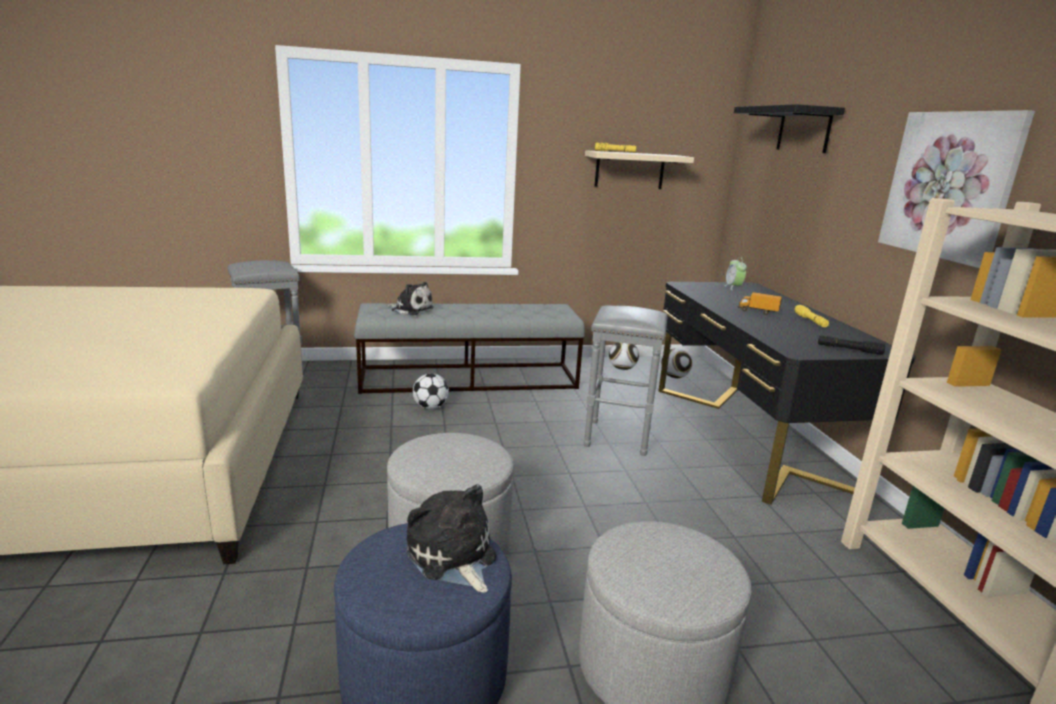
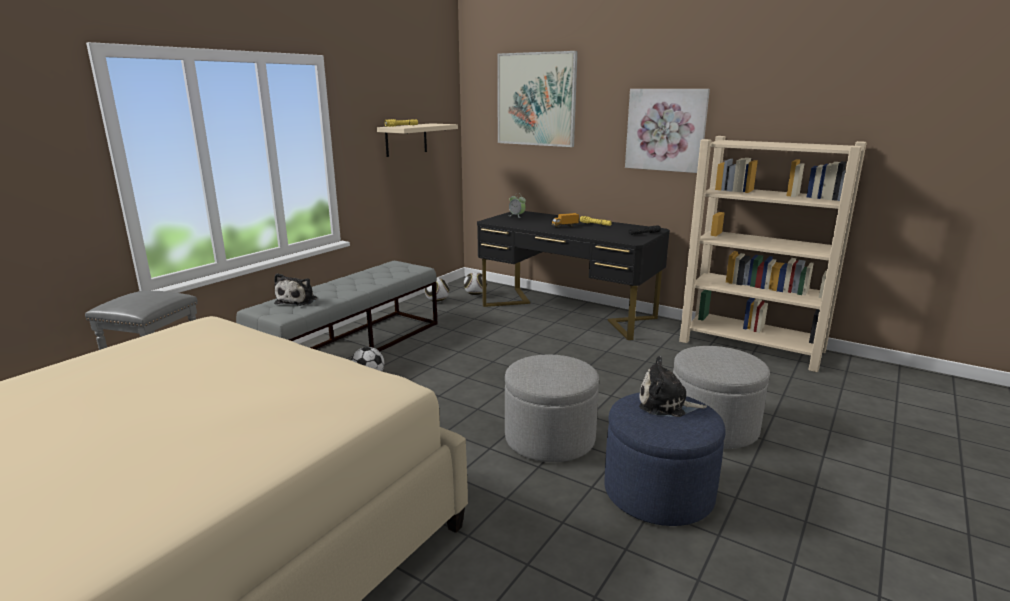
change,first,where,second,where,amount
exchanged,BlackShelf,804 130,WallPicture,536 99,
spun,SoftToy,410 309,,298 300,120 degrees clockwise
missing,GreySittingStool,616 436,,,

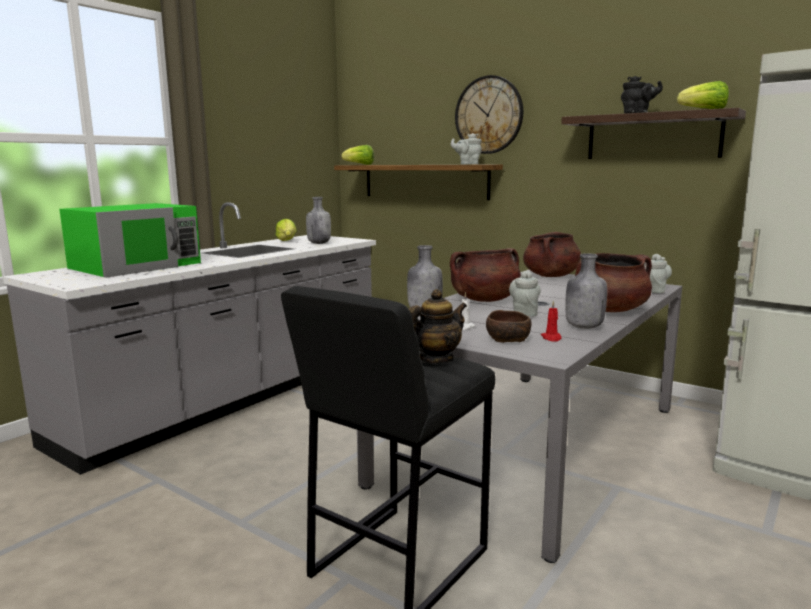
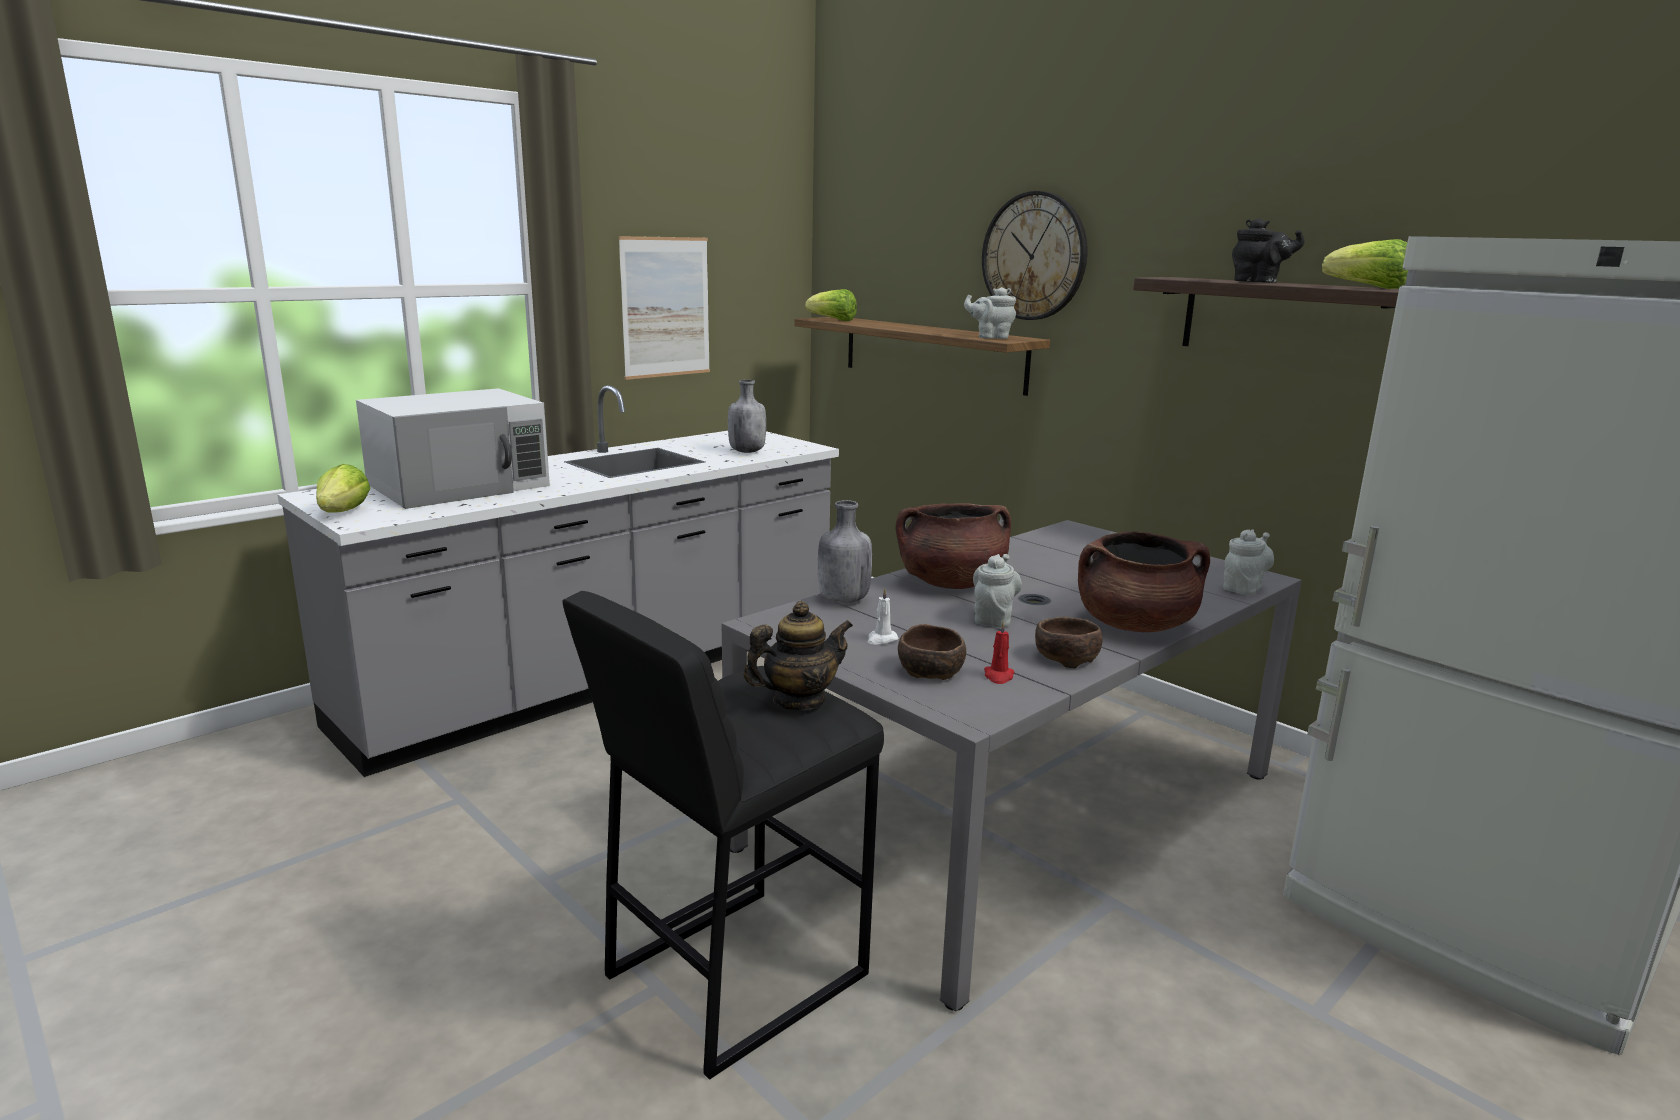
change,first,where,second,where,amount
colour,GreenKitchenMicrowave,137 265,WhiteKitchenMicrowave,460 485,
relocated,Lettuce,287 241,,343 512,
missing,BrownCookingPot,550 276,,,
exchanged,GreyBottle,583 327,BrownServingBowl,1065 658,
appeared,,,WallPicture,665 307,

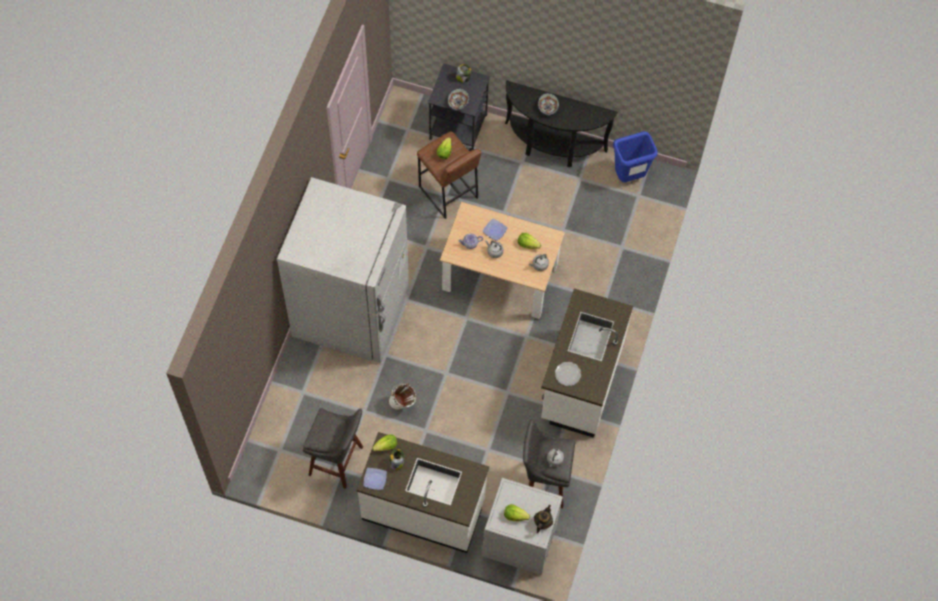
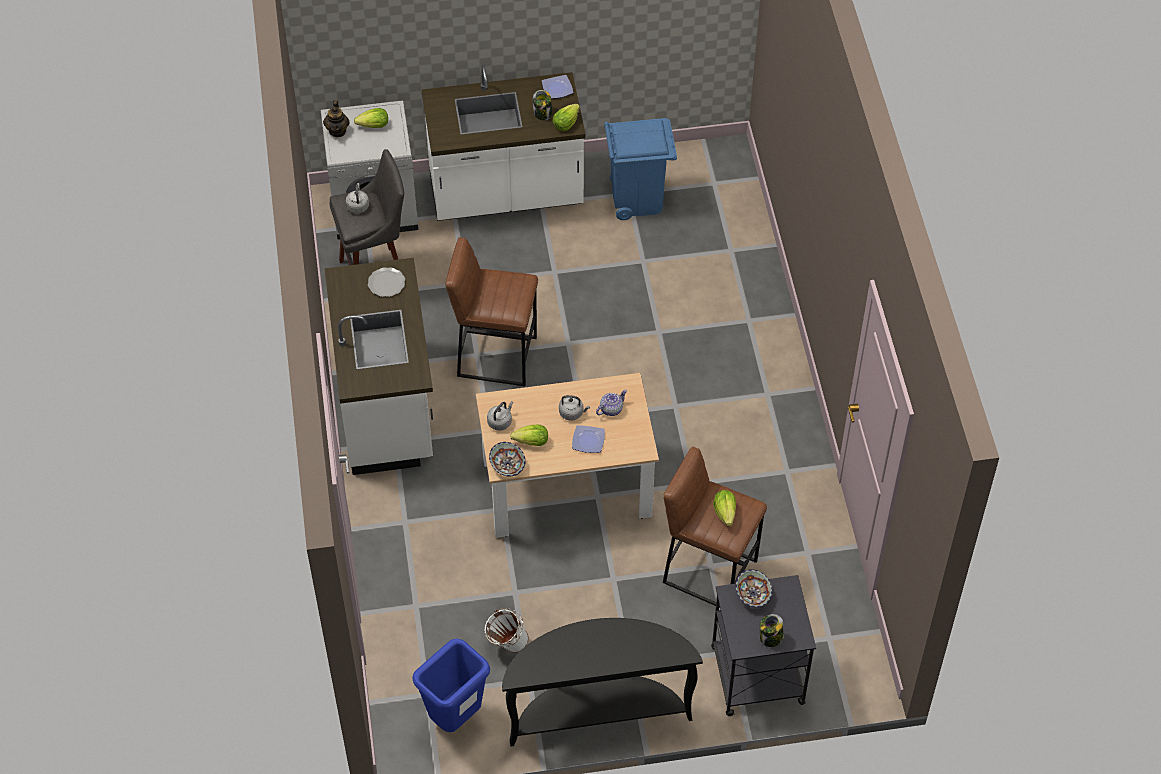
change,first,where,second,where,amount
relocated,ServingBowl,547 107,,508 465,
missing,WhiteKitchenFridge,351 312,,,
relocated,WhiteWaterBucket,403 404,,506 645,
exchanged,GreySittingStool,338 462,BluishRubbishBin,637 198,
appeared,,,BrownSittingStool,495 356,

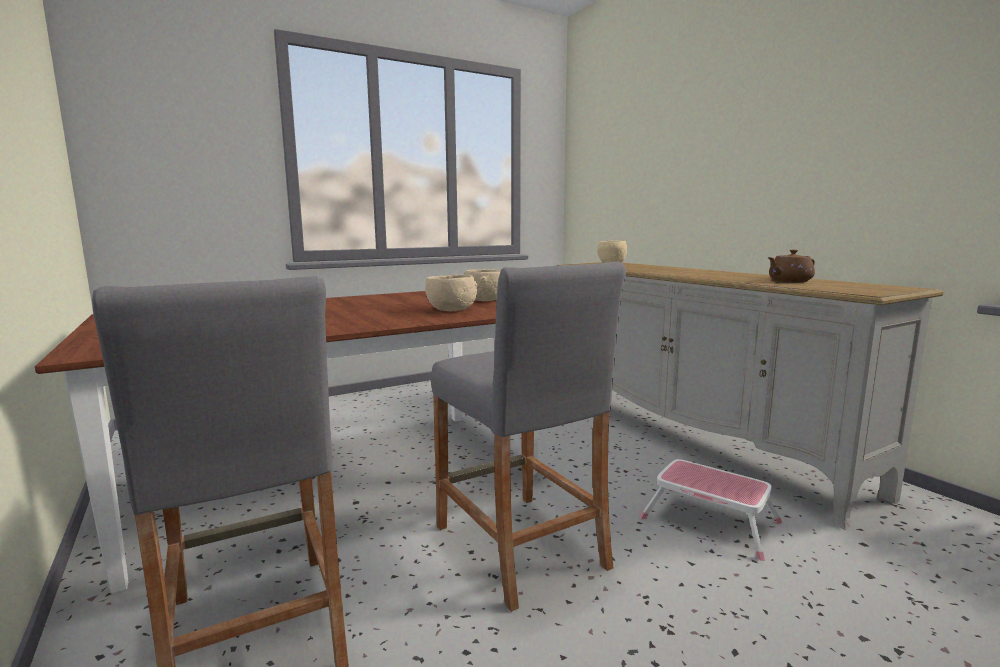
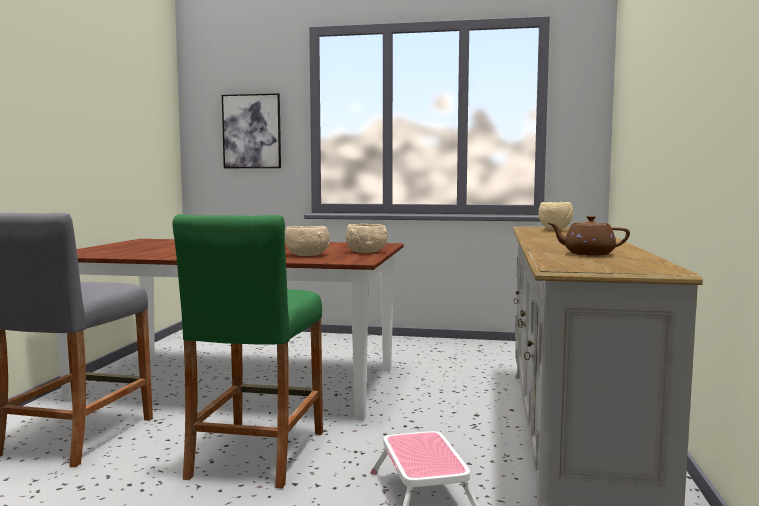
change,first,where,second,where,amount
colour,GreySittingStool,519 546,GreenSittingStool,257 454,
appeared,,,WallPicture,252 131,

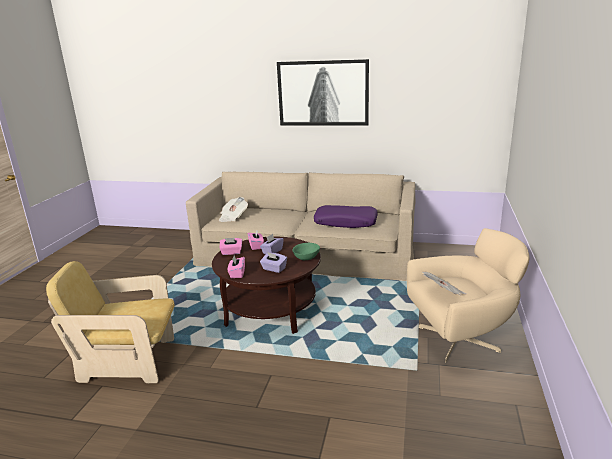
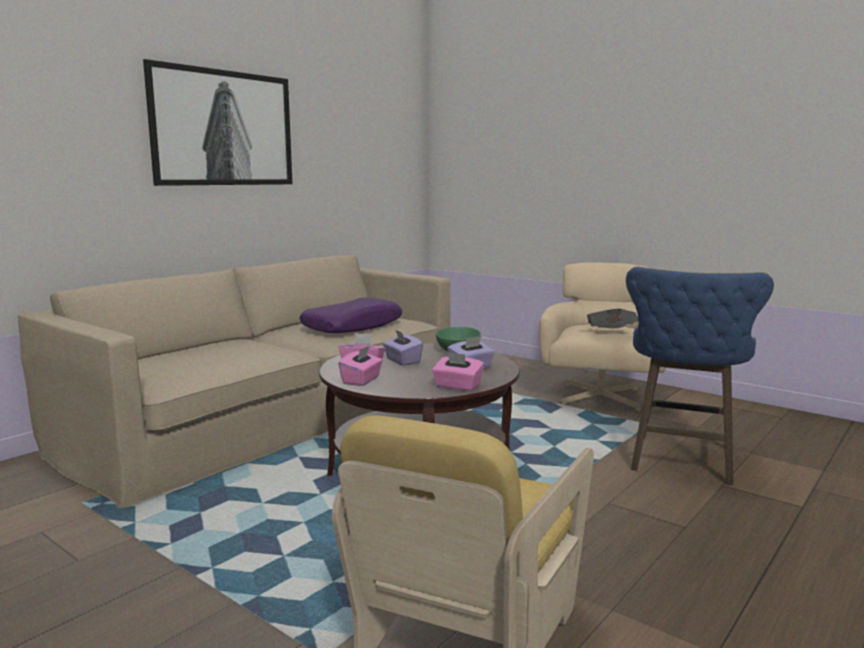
change,first,where,second,where,amount
missing,Newspaper,233 217,,,
appeared,,,BluishSittingStool,682 461,

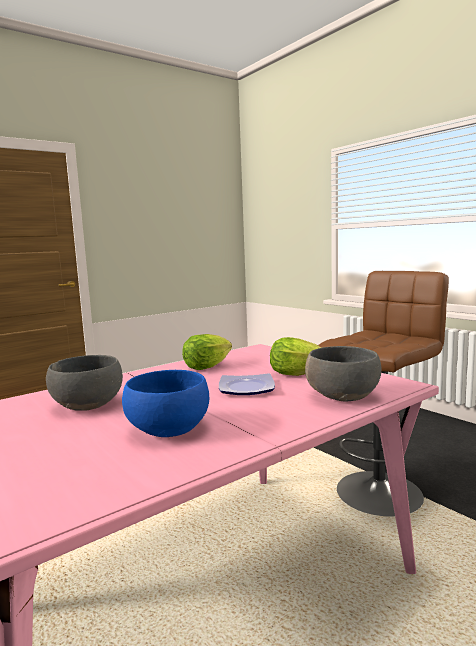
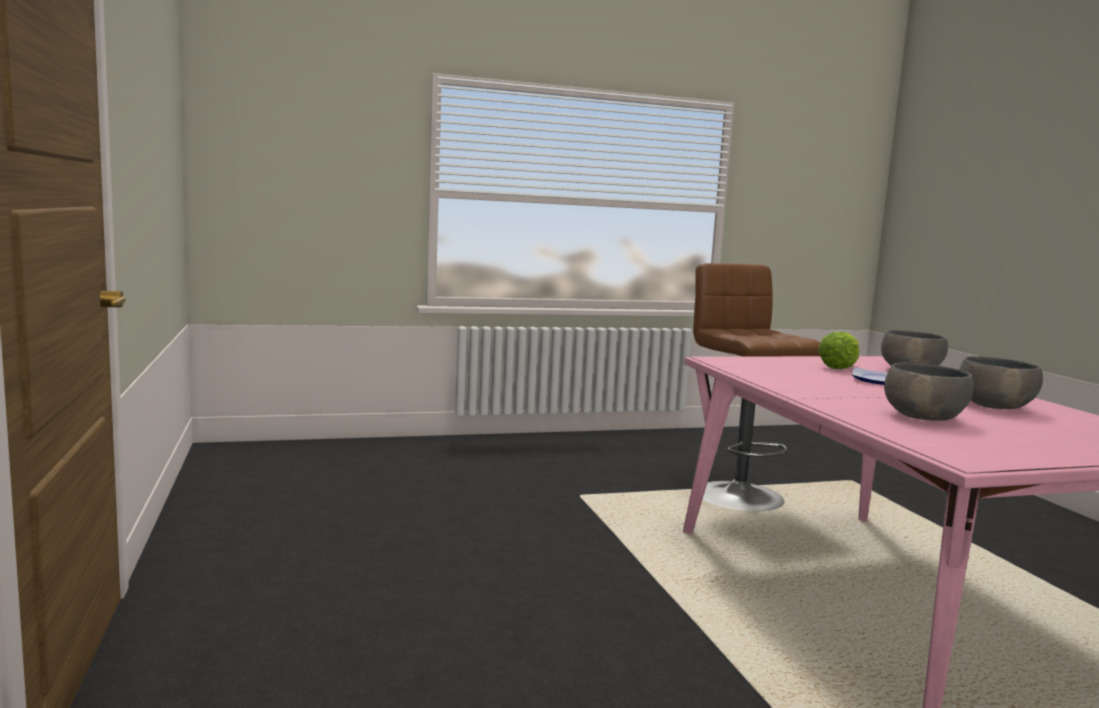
change,first,where,second,where,amount
missing,Lettuce,206 367,,,
colour,BluishServingBowl,168 429,GreyServingBowl,994 406,

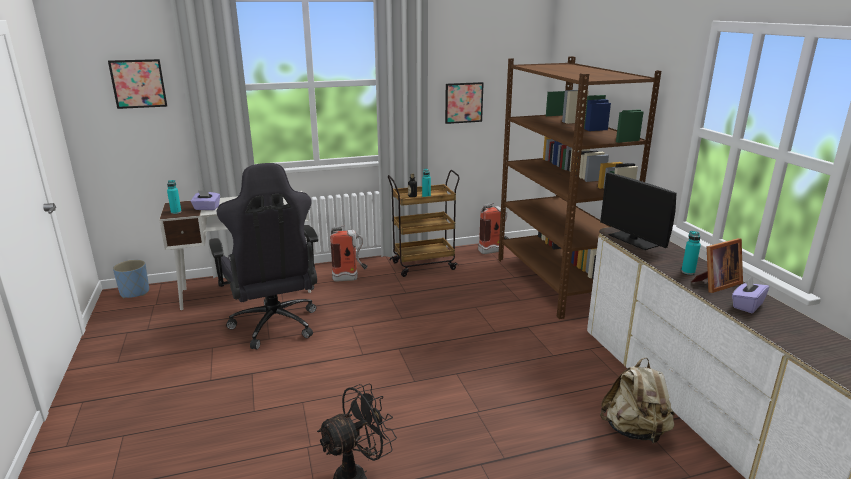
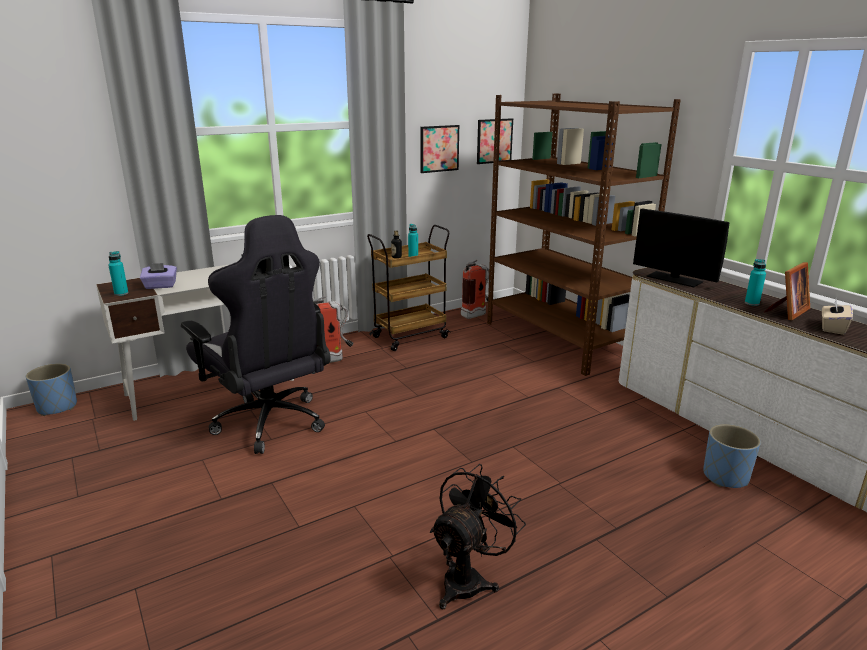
change,first,where,second,where,amount
relocated,WallPicture,138 83,,494 141,
colour,PurpleColouredTissueBox,747 305,BeigeTissueBox,832 328,
exchanged,BeigeRucksack,635 431,BluishPlantPot,725 477,

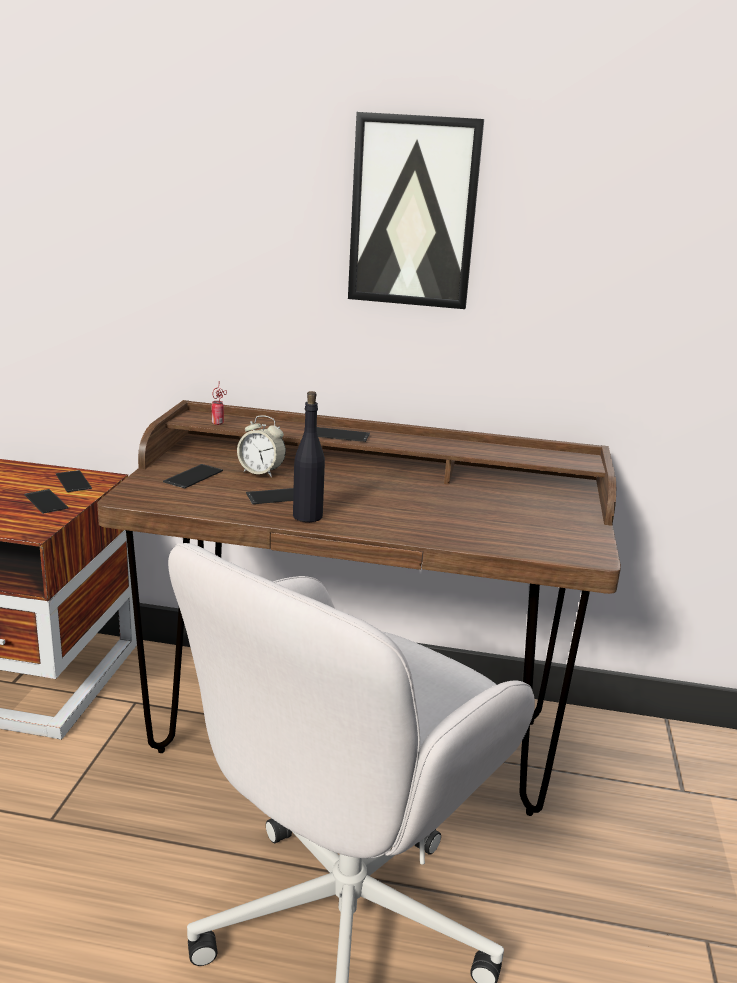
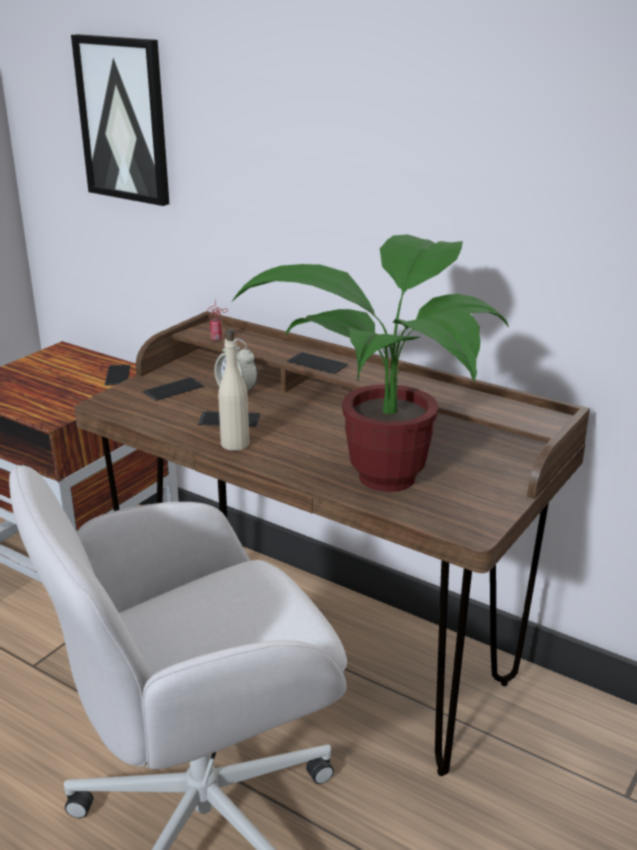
change,first,where,second,where,amount
relocated,WallPicture,413 212,,124 119,
colour,BlackBottle,307 516,BeigeBottle,235 444,
missing,Handset,46 502,,,
appeared,,,PottedPlant,388 471,

